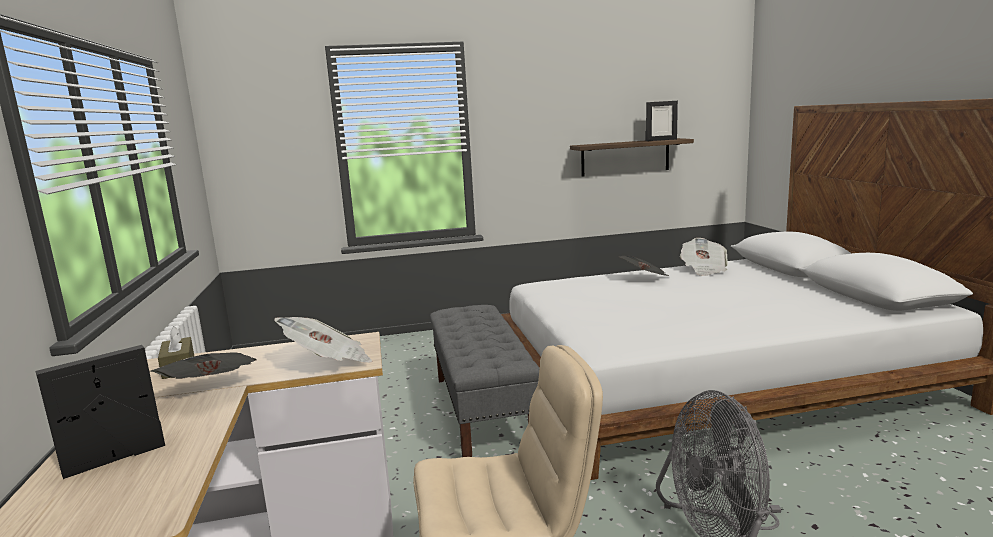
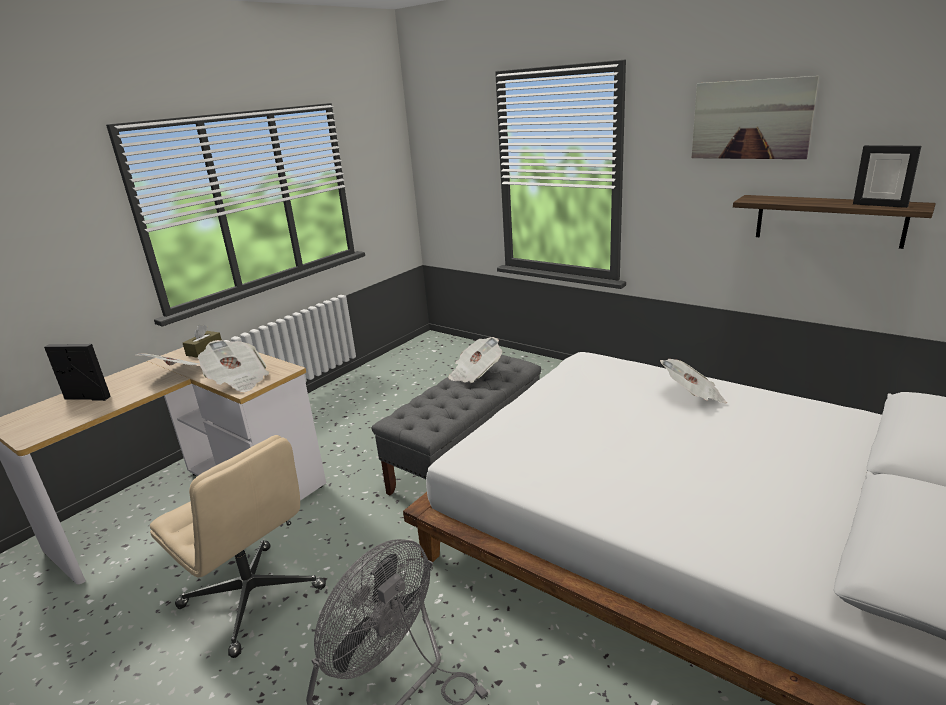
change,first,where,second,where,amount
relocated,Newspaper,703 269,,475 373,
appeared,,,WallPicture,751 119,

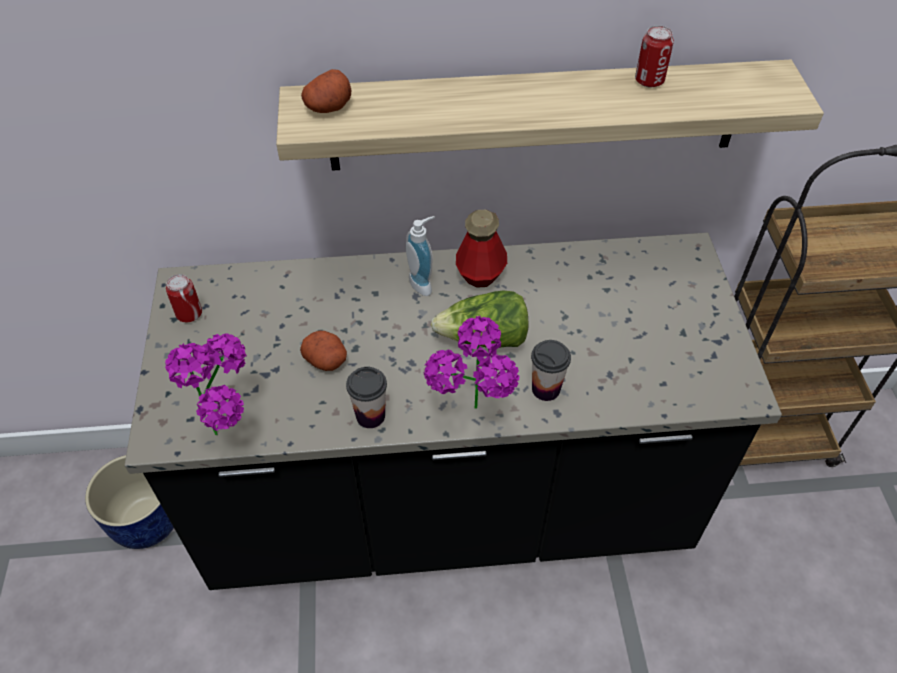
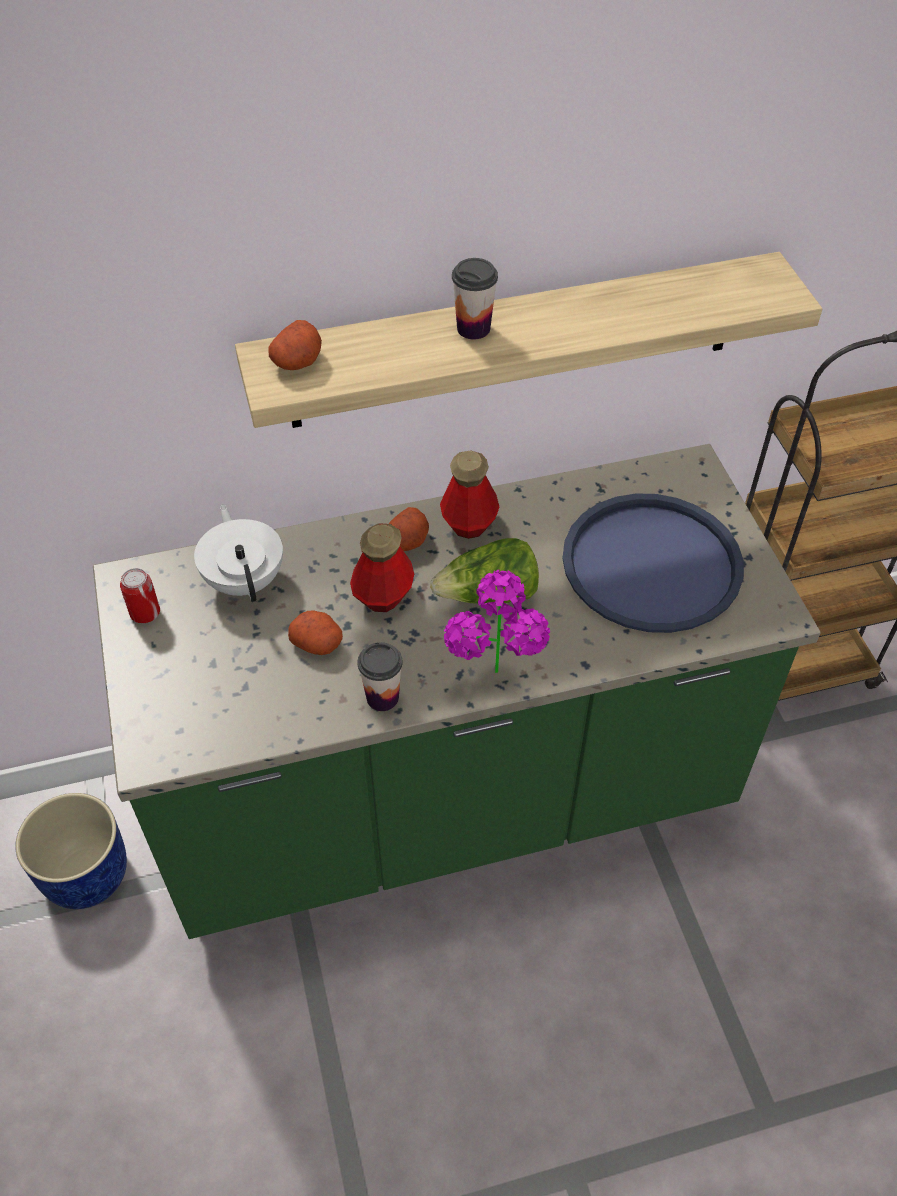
change,first,where,second,where,amount
missing,MetalCan,649 81,,,
exchanged,SoapBottle,423 283,WholePotato,407 541,
colour,BlackKitchenCounter,448 508,GreenKitchenCounter,448 802,
missing,PottedPlant,234 432,,,
relocated,SmallCup,546 389,,473 328,
appeared,,,BluishTray,651 564,
appeared,,,WhiteTeapot,245 579,
appeared,,,Bottle,383 595,

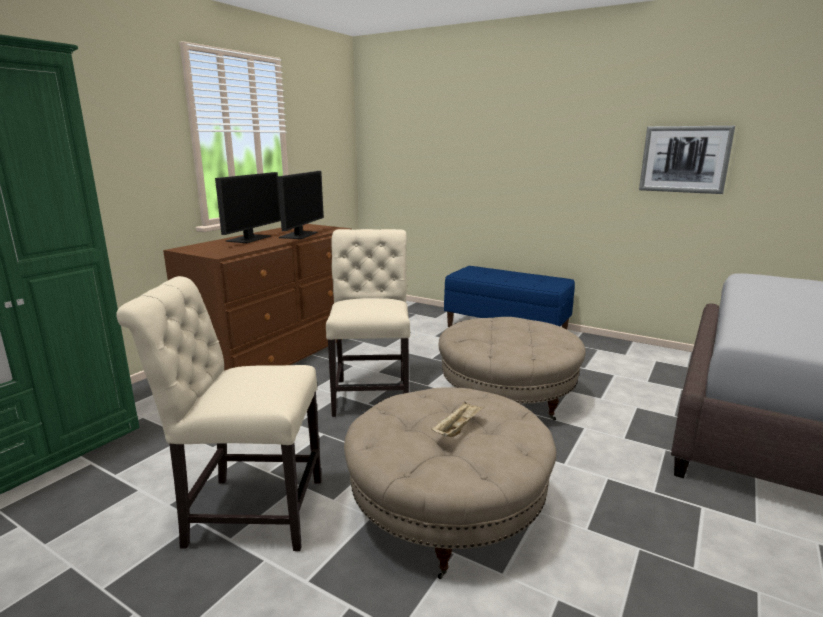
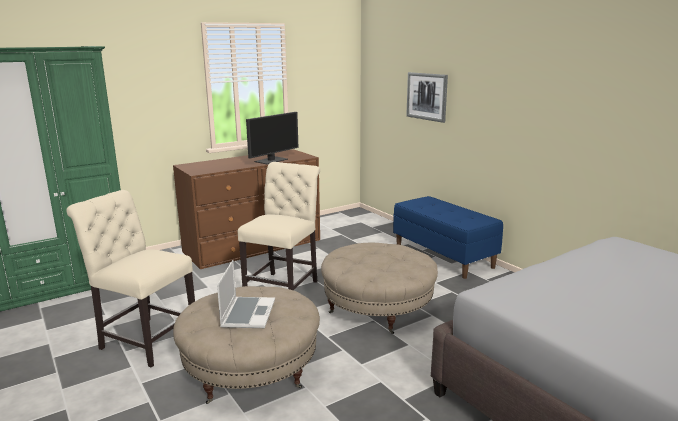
change,first,where,second,where,amount
relocated,WallPicture,684 159,,427 96,
missing,ComputerDisplay,249 238,,,
exchanged,BeigeTray,457 429,Laptop,248 313,

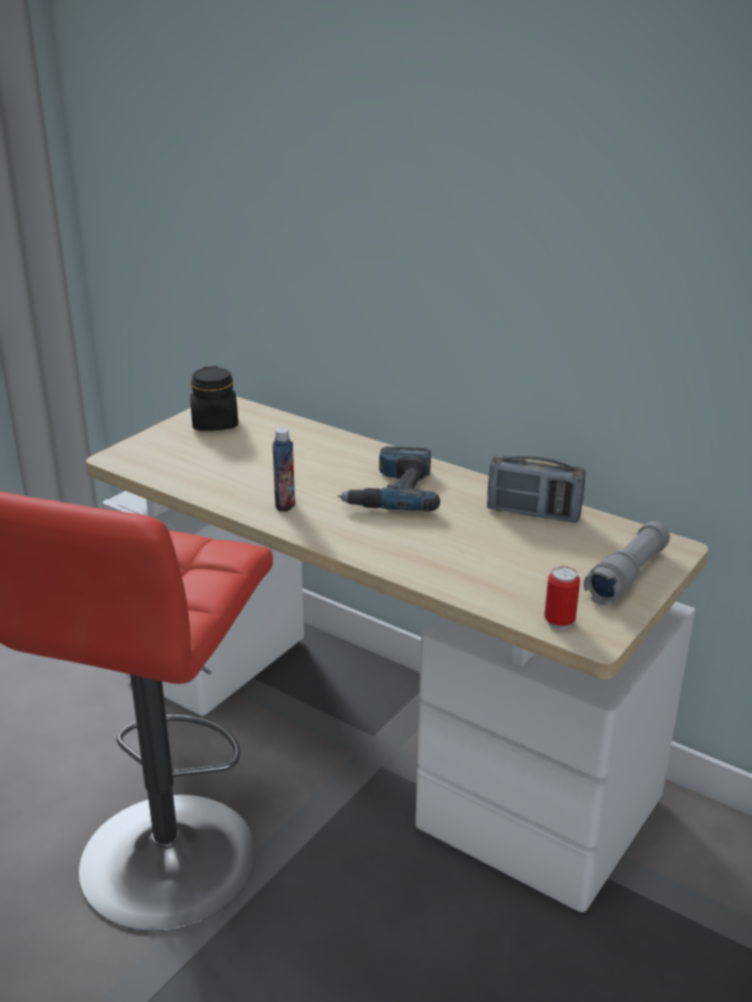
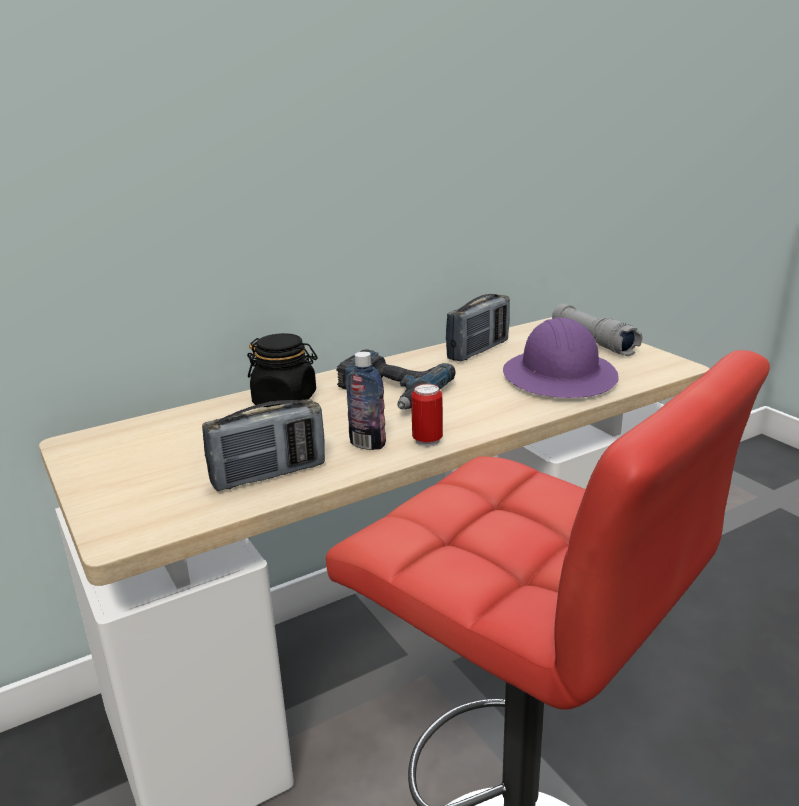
change,first,where,second,where,amount
relocated,BlackPreserveJar,215 423,,285 400,
relocated,MetalCan,559 622,,427 441,
appeared,,,PurpleColouredWorkHelmet,560 377,
appeared,,,Radio,269 474,

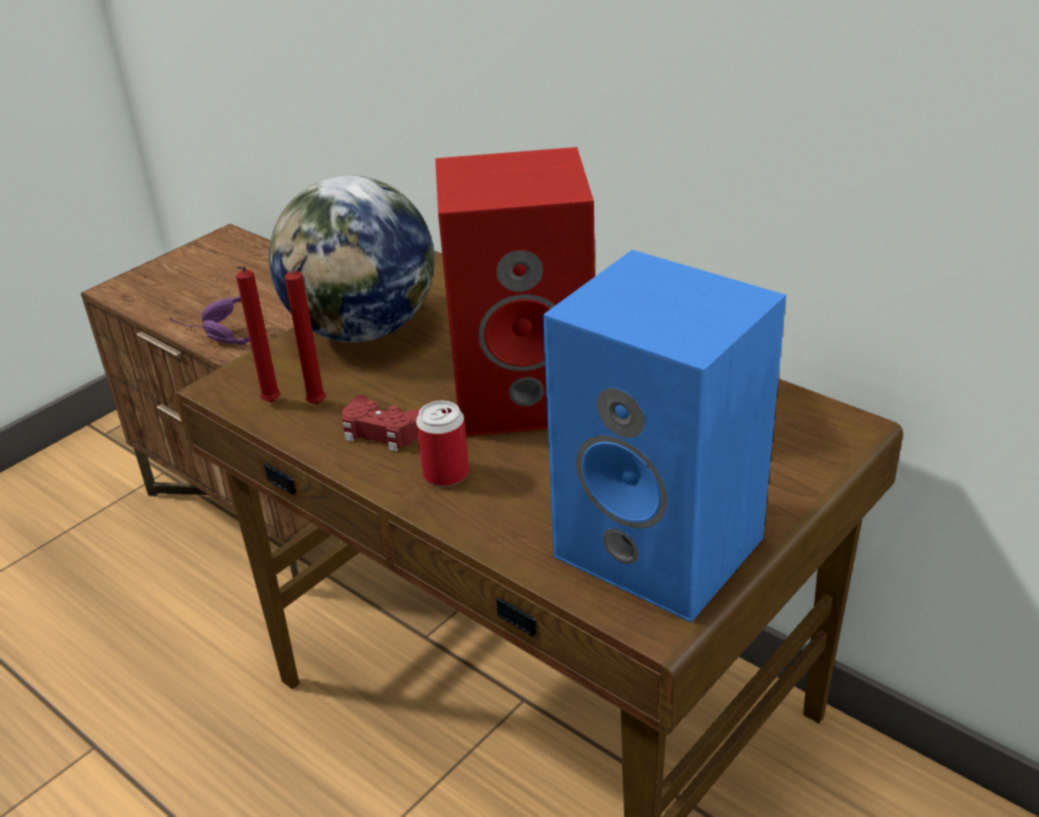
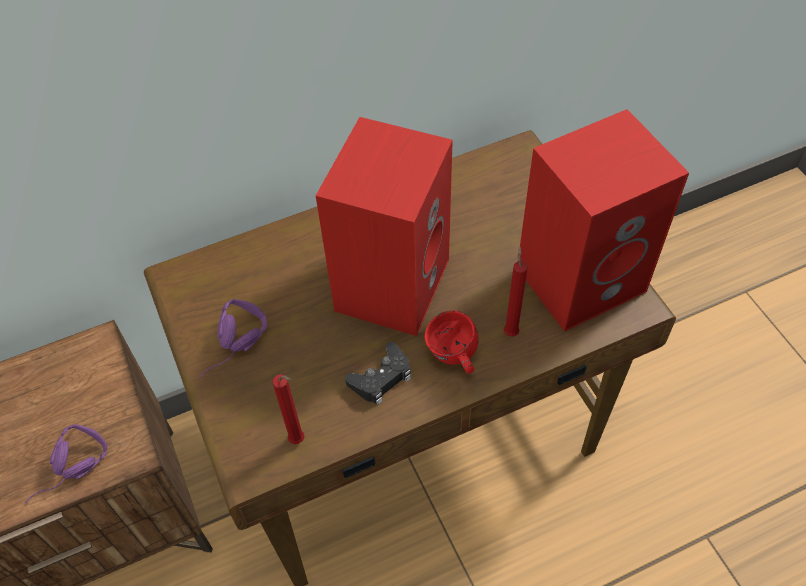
change,first,where,second,where,amount
exchanged,WorldGlobe,363 330,PurpleColouredHeadset,237 350,
colour,BluishAudioSpeaker,665 547,RedAudioSpeaker,582 276,
relocated,RedCandle,320 403,,510 331,
colour,RedJoypad,383 430,BlackJoypad,381 378,
exchanged,MetalCan,446 474,RedTeaMug,453 357,

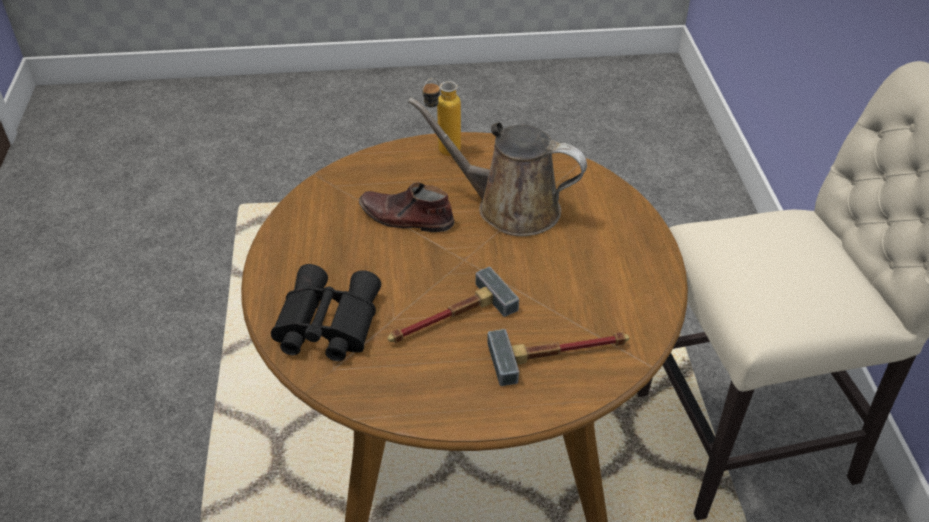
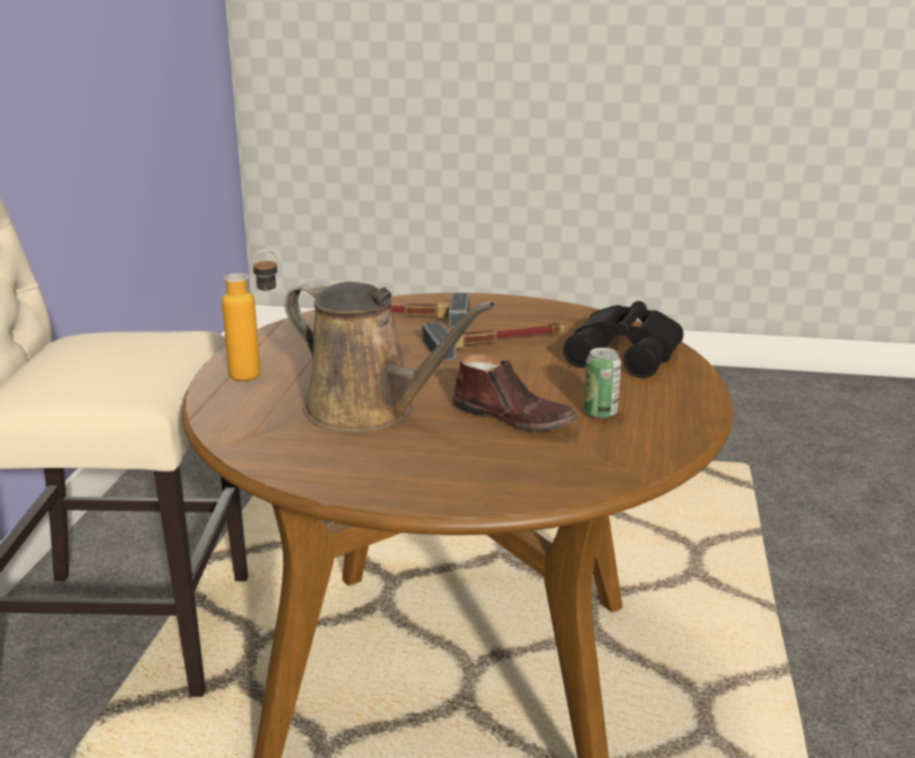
change,first,where,second,where,amount
relocated,Bottle,441 154,,258 373,
appeared,,,MetalCan,600 412,

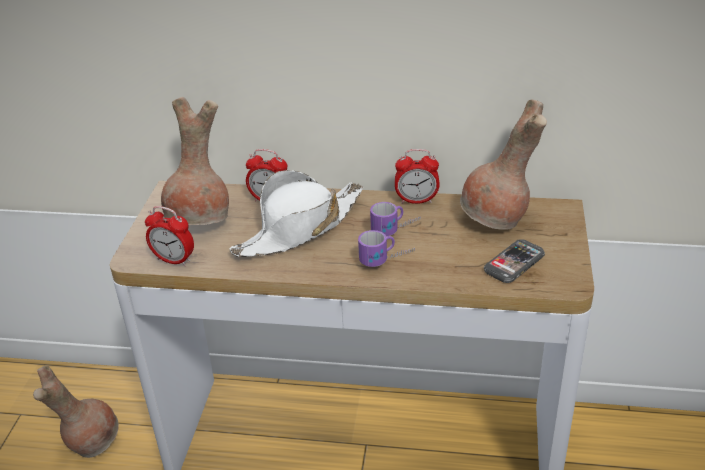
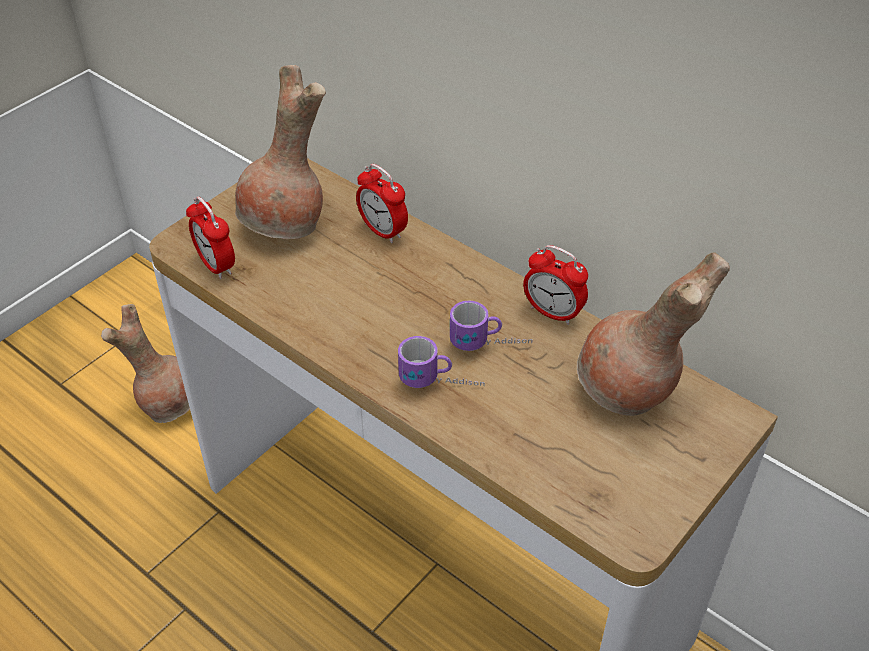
change,first,where,second,where,amount
missing,WhiteClothingHat,299 228,,,
missing,Handset,514 263,,,

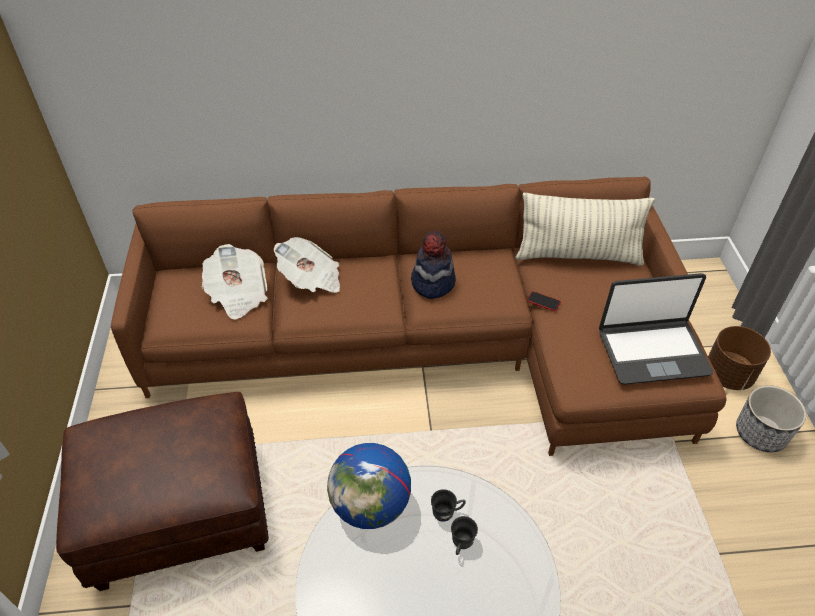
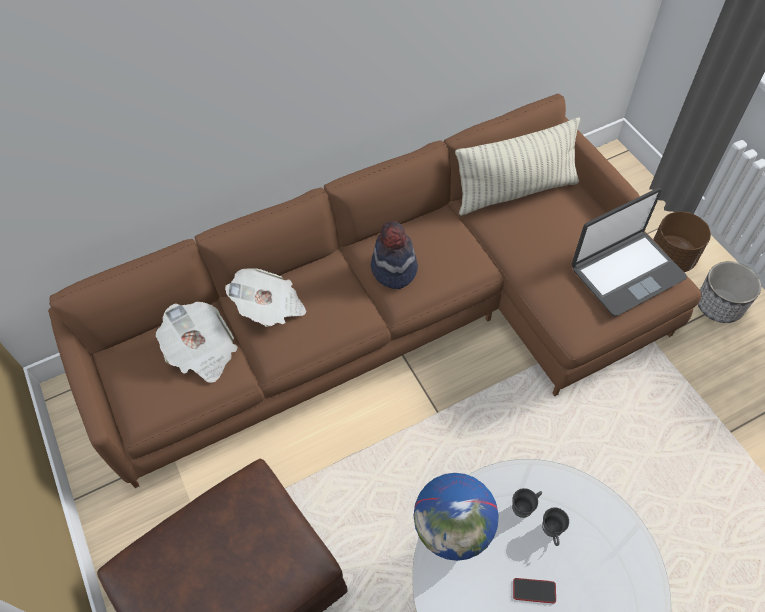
change,first,where,second,where,amount
relocated,Handset,543 302,,534 590,

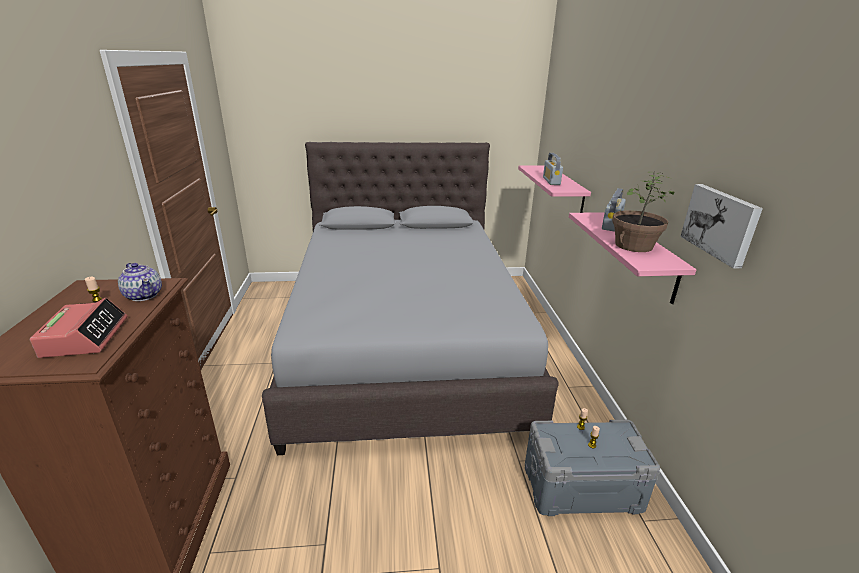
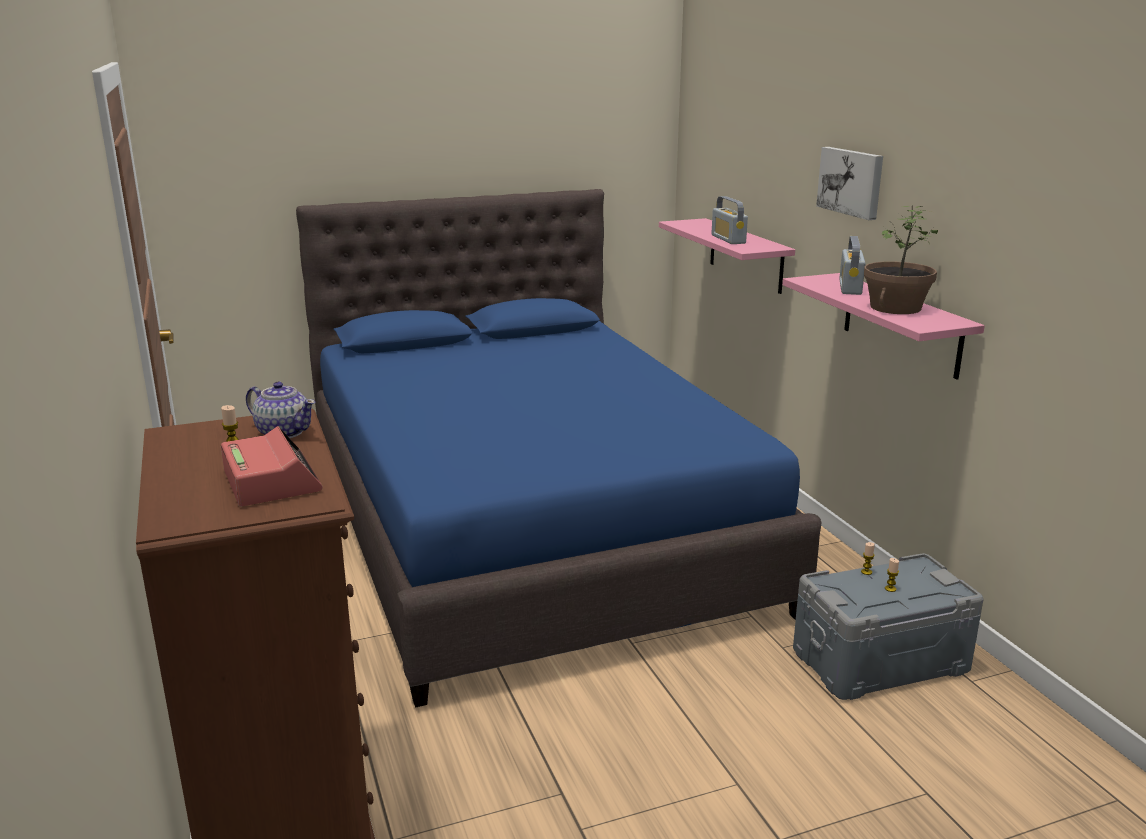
change,first,where,second,where,amount
colour,GreySleepingBed,405 341,BluishSleepingBed,528 525,
relocated,WallPicture,721 223,,851 182,

